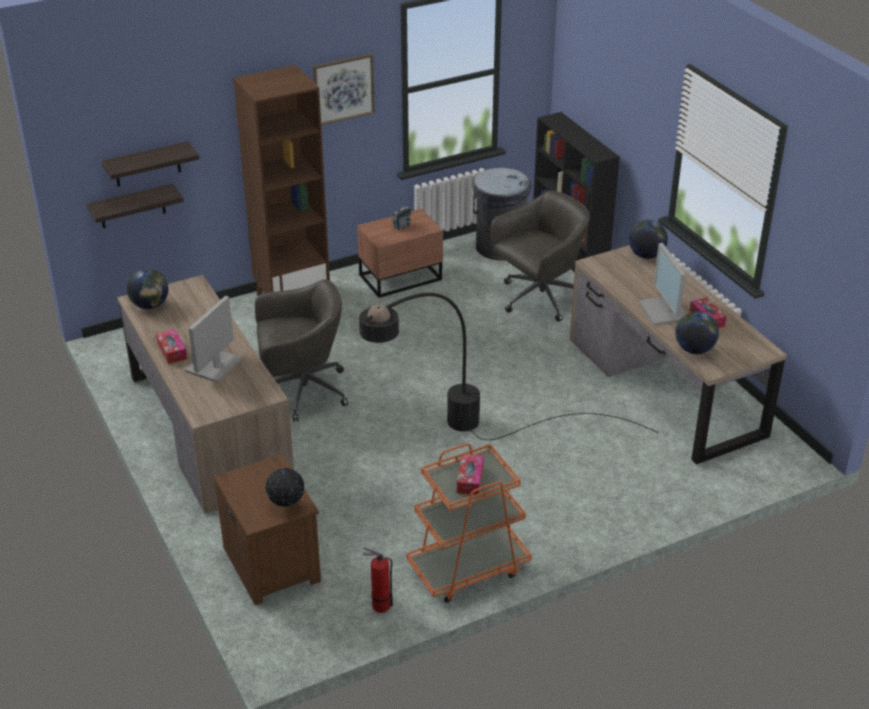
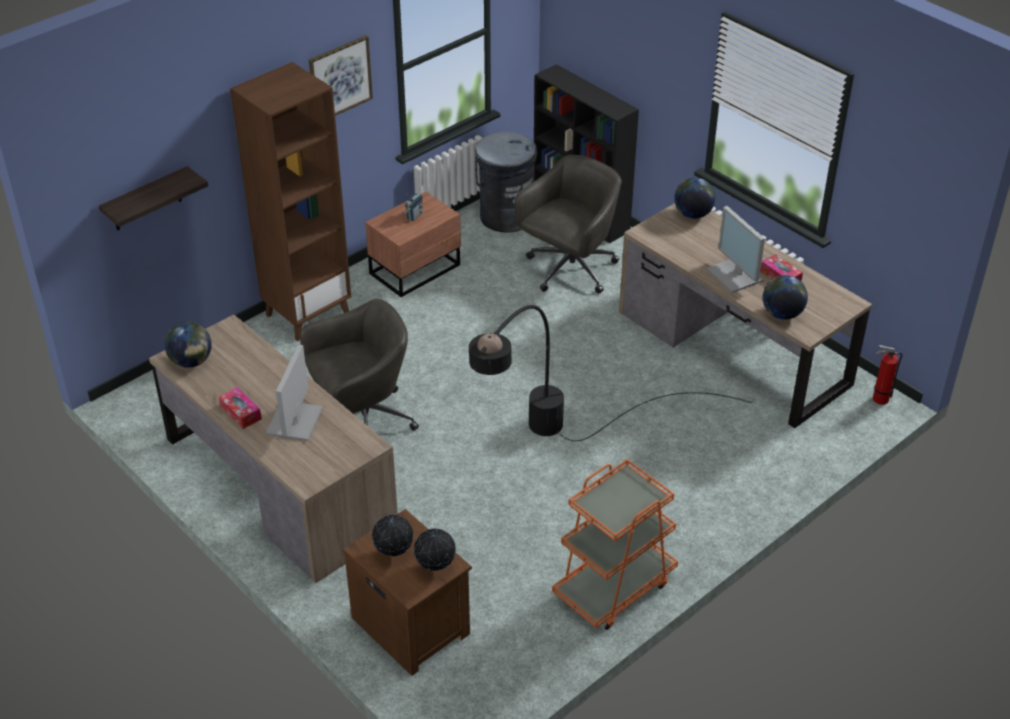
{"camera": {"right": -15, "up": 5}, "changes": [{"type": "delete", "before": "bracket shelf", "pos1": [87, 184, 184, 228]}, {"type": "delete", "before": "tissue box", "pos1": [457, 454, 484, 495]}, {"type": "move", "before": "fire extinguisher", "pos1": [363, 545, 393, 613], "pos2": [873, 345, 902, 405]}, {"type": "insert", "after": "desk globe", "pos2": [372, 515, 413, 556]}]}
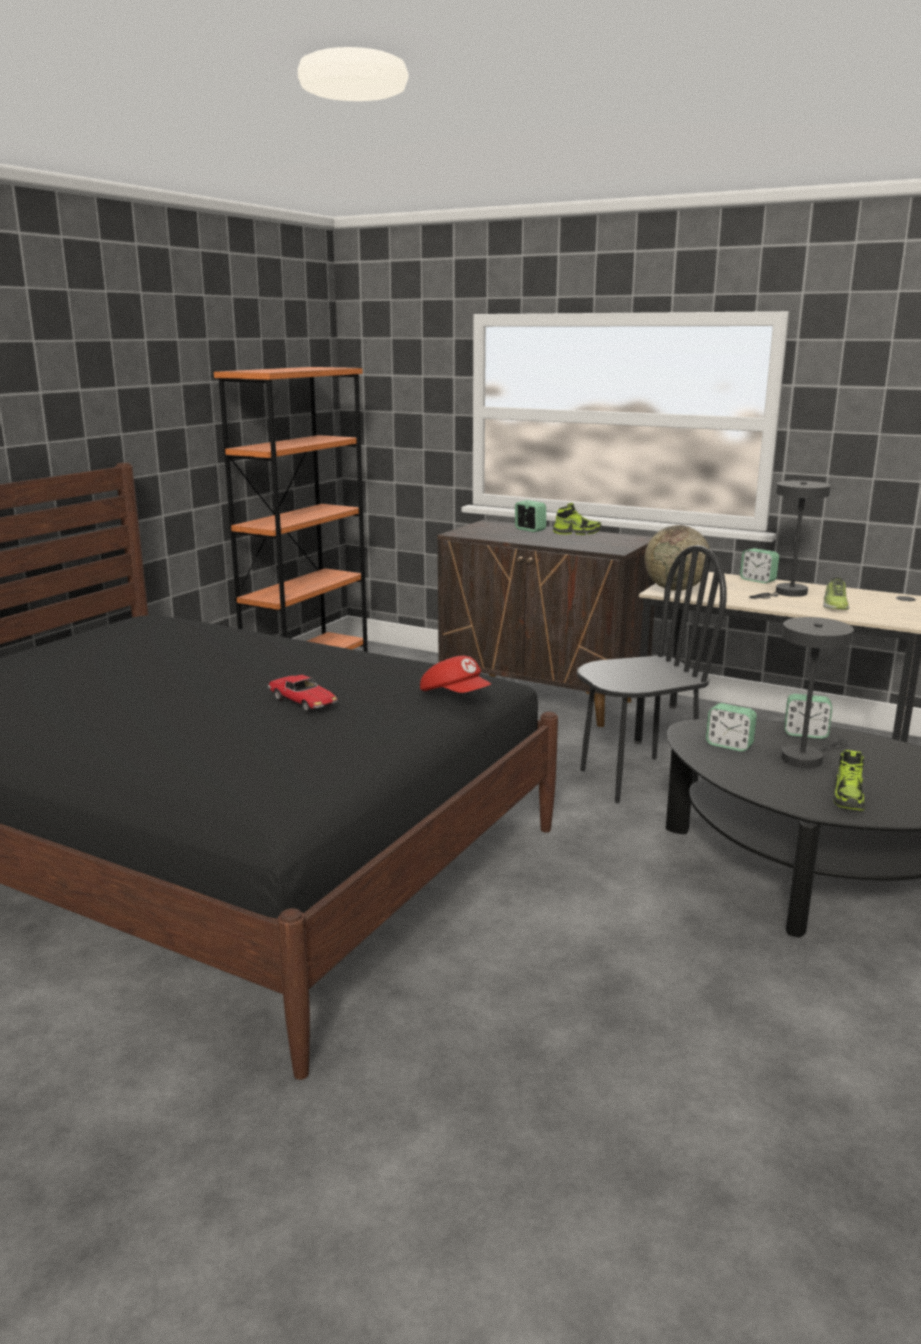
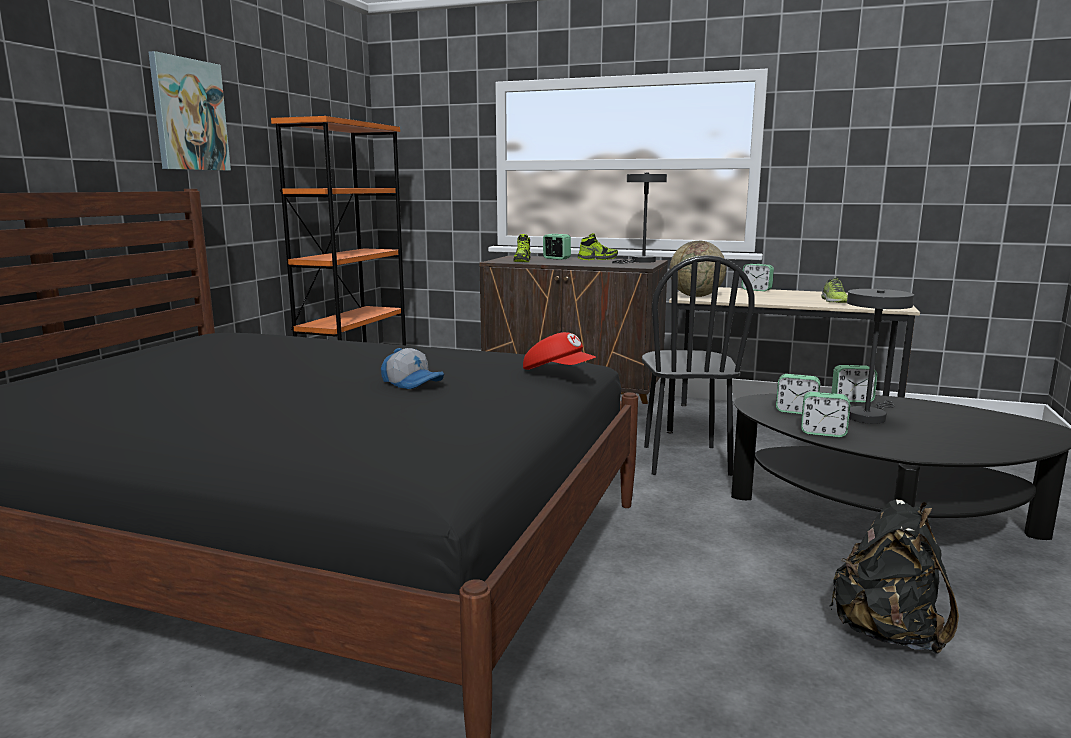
{"camera": {"right": -10, "up": -5}, "changes": [{"type": "move", "before": "tabletop lamp in greyish", "pos1": [749, 481, 831, 599], "pos2": [612, 173, 667, 264]}, {"type": "rotate", "before": "upright chair in black-coloured", "pos1": [577, 545, 727, 803], "pos2": [642, 255, 755, 476], "turn": 120}, {"type": "replace", "before": "model car", "after": "cap", "pos1": [268, 675, 338, 712], "pos2": [381, 348, 444, 389]}, {"type": "move", "before": "item of footwear", "pos1": [833, 750, 865, 811], "pos2": [513, 234, 530, 262]}, {"type": "insert", "after": "wall picture", "pos2": [149, 51, 231, 171]}, {"type": "insert", "after": "table clock", "pos2": [801, 392, 850, 437]}, {"type": "insert", "after": "rucksack in black-coloured", "pos2": [830, 499, 959, 654]}]}
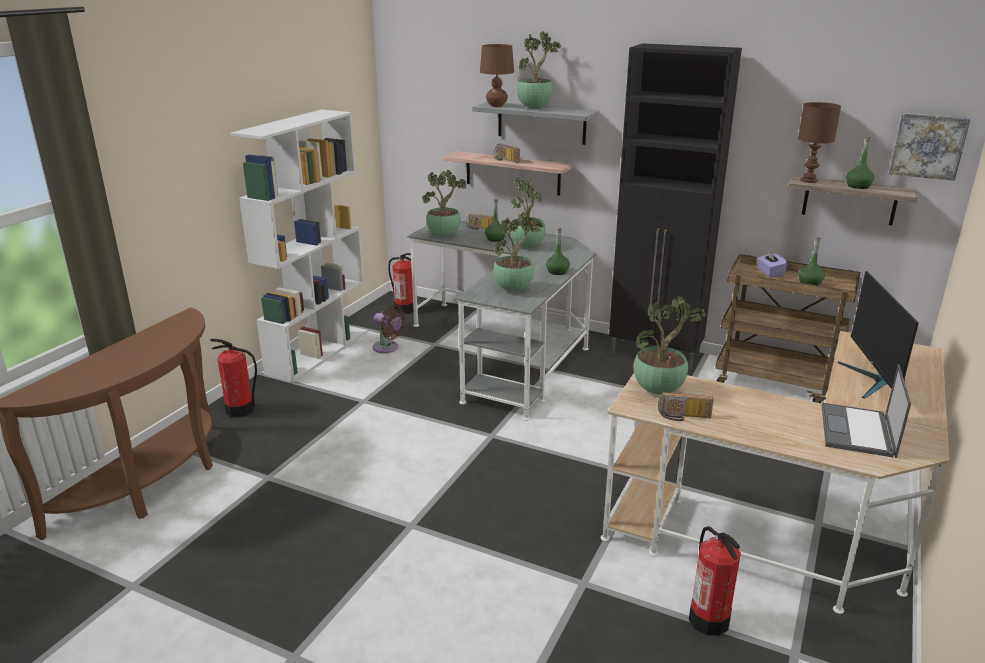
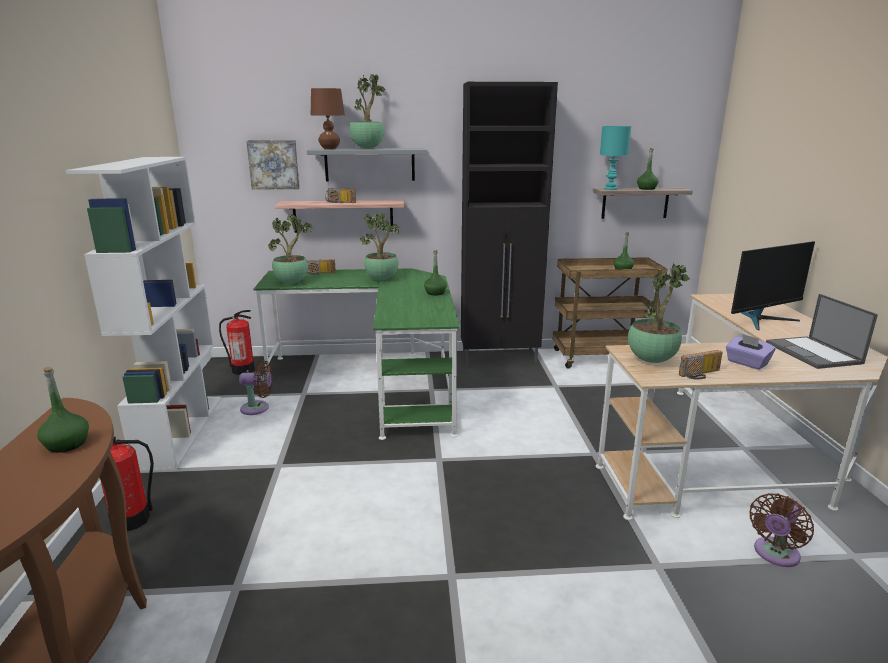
{"camera": {"right": -30, "up": -5}, "changes": [{"type": "recolor", "before": "tabletop lamp in brown-coloured", "after": "tabletop lamp in turquoise", "pos1": [798, 102, 841, 183], "pos2": [600, 126, 631, 190]}, {"type": "move", "before": "wall picture", "pos1": [889, 113, 970, 181], "pos2": [246, 140, 300, 190]}, {"type": "move", "before": "drink bottle in greenish", "pos1": [485, 199, 506, 242], "pos2": [37, 367, 89, 453]}, {"type": "delete", "before": "houseplant", "pos1": [493, 212, 543, 291]}, {"type": "recolor", "before": "desk unit in greyish", "after": "desk unit in greenish", "pos1": [407, 221, 596, 421], "pos2": [254, 268, 460, 440]}, {"type": "move", "before": "tissue box in purple", "pos1": [756, 250, 788, 277], "pos2": [726, 334, 776, 370]}, {"type": "rotate", "before": "computer screen", "pos1": [837, 271, 919, 398], "pos2": [731, 241, 815, 330], "turn": -90}, {"type": "replace", "before": "fire extinguisher", "after": "electric fan in brown-coloured", "pos1": [689, 526, 741, 636], "pos2": [750, 493, 814, 567]}]}
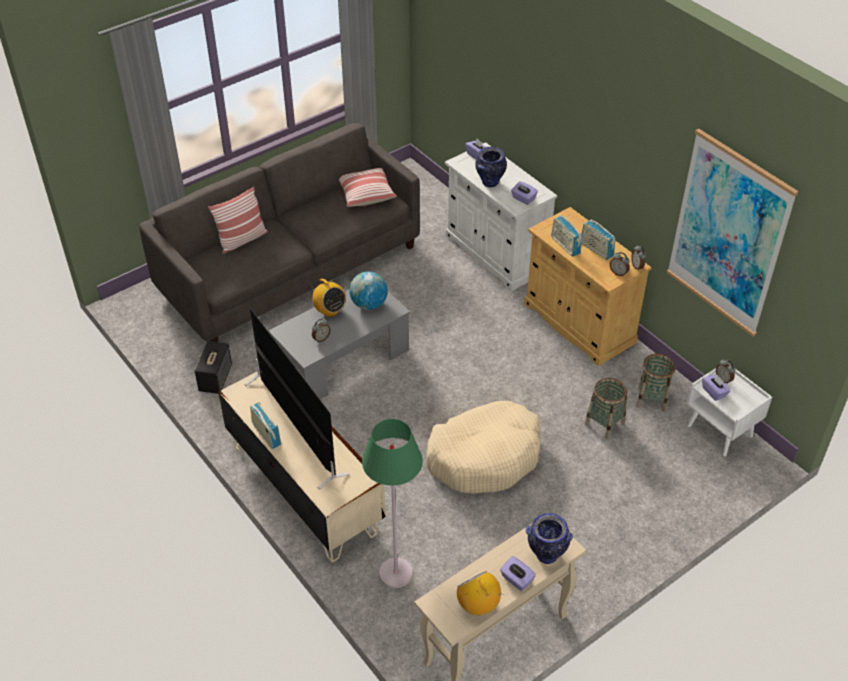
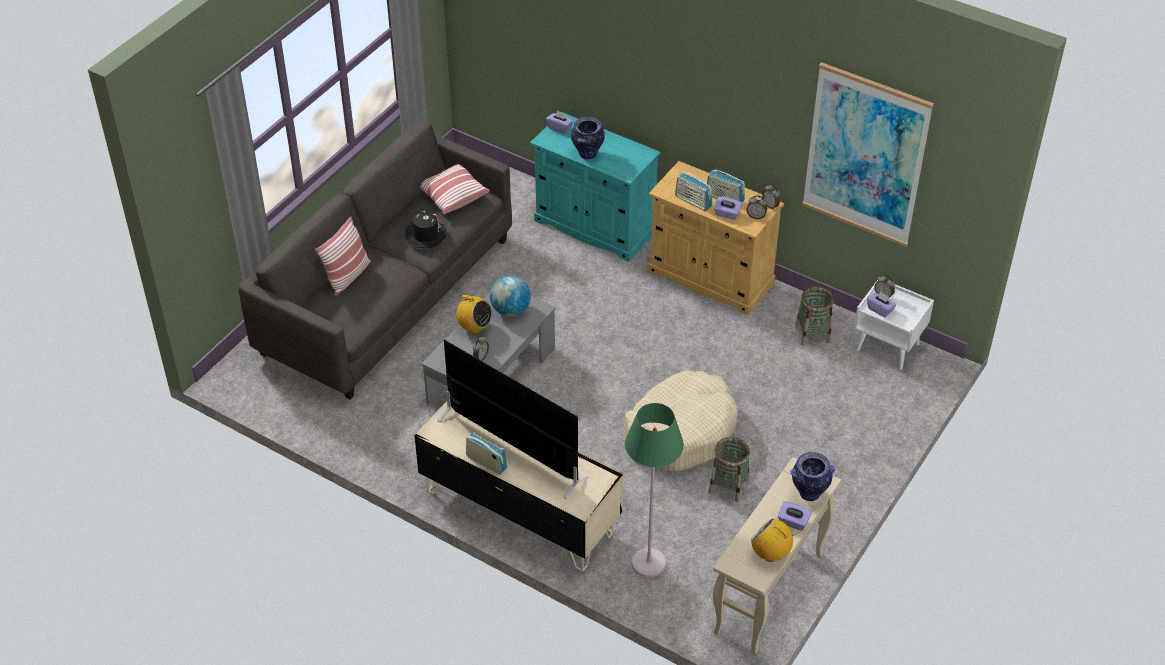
{"camera": {"right": -20, "up": 0}, "changes": [{"type": "recolor", "before": "cupboard in white", "after": "cupboard in turquoise", "pos1": [445, 142, 557, 291], "pos2": [530, 112, 661, 262]}, {"type": "move", "before": "tissue box in purple", "pos1": [511, 181, 538, 205], "pos2": [714, 196, 742, 220]}, {"type": "delete", "before": "audio speaker", "pos1": [194, 341, 232, 394]}, {"type": "move", "before": "storage basket", "pos1": [585, 378, 627, 439], "pos2": [709, 437, 750, 502]}, {"type": "insert", "after": "wearable hat in black-coloured", "pos2": [405, 211, 448, 248]}]}
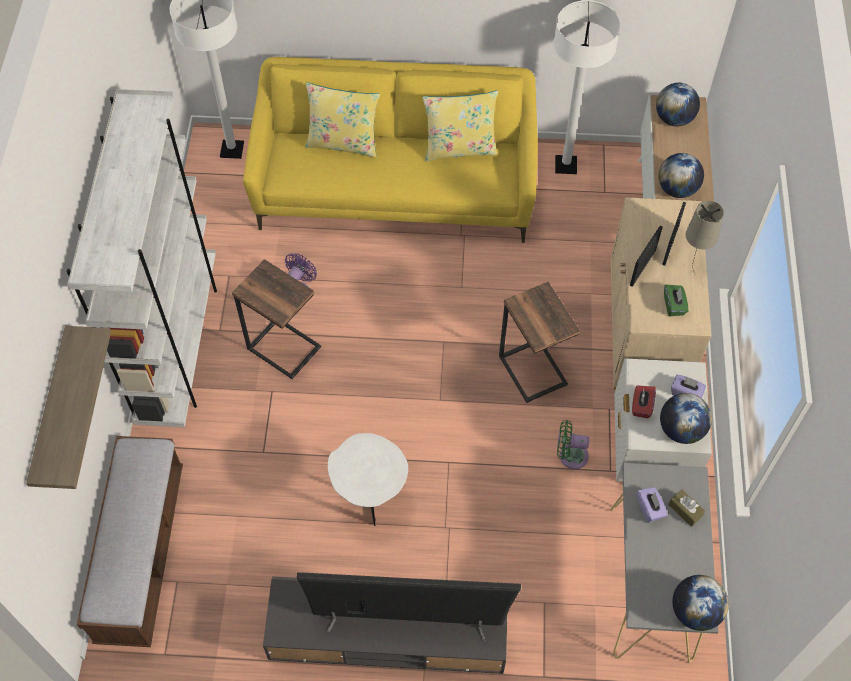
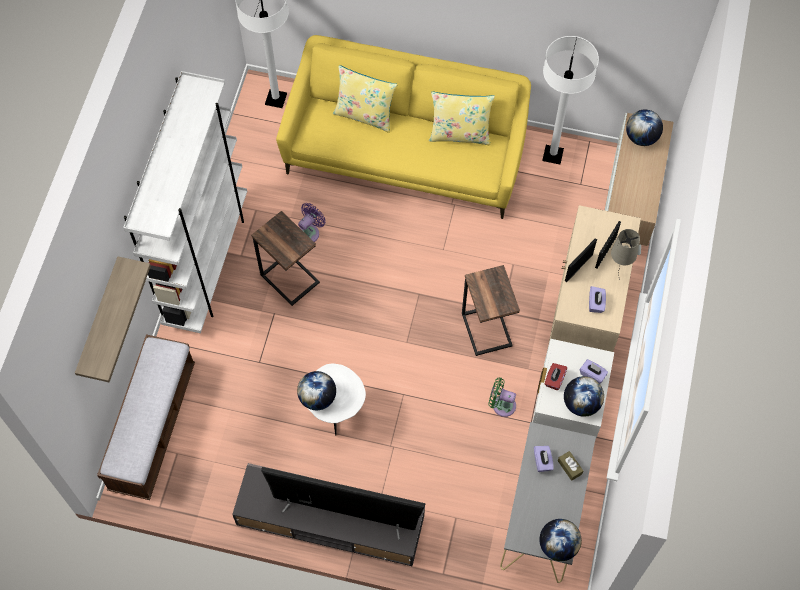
{"camera": {"right": 10, "up": 5}, "changes": [{"type": "move", "before": "desk globe", "pos1": [658, 153, 704, 198], "pos2": [297, 371, 336, 410]}, {"type": "recolor", "before": "tissue box in greenish", "after": "tissue box in purple", "pos1": [664, 285, 688, 316], "pos2": [589, 286, 606, 313]}]}
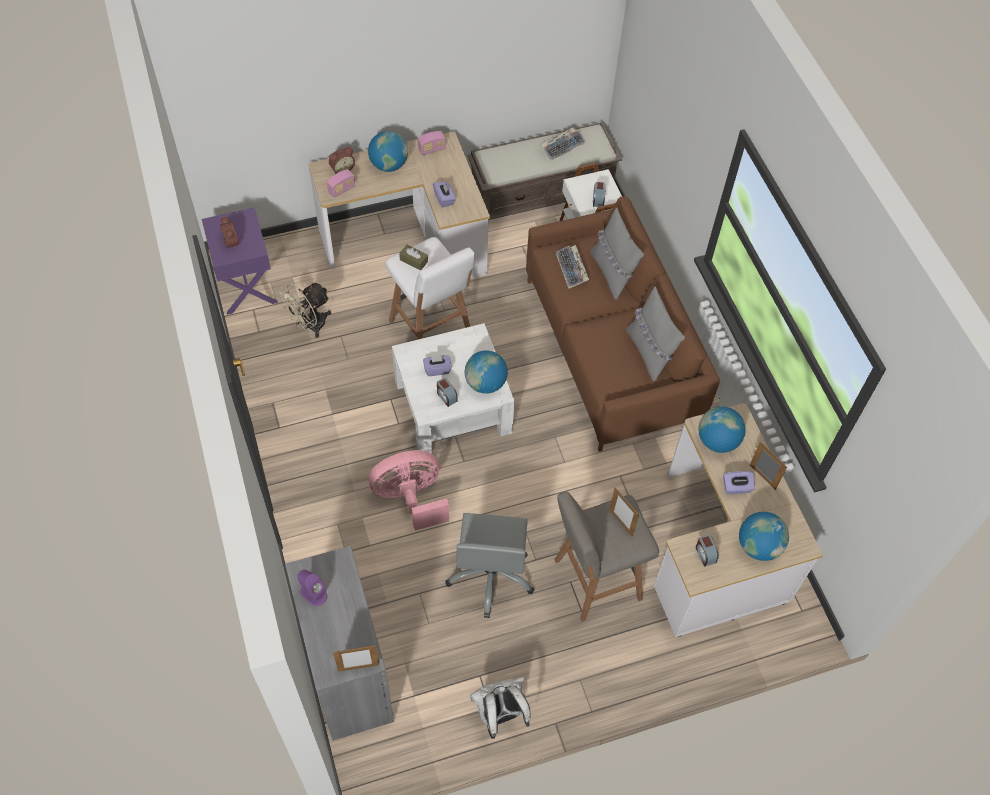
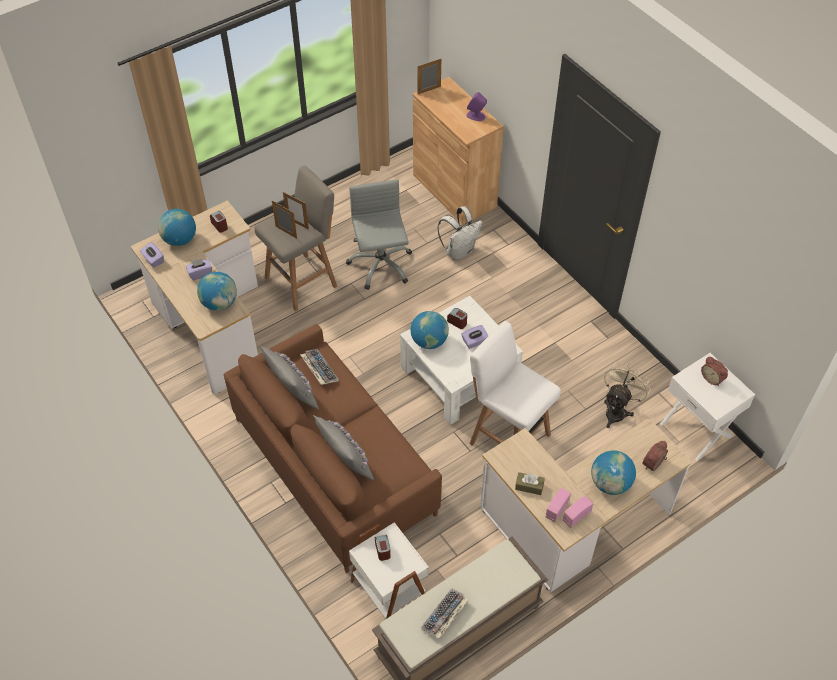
{"camera": {"right": 165, "up": -5}, "changes": [{"type": "move", "before": "radio", "pos1": [327, 169, 355, 198], "pos2": [545, 488, 571, 522]}, {"type": "move", "before": "tissue box in purple", "pos1": [433, 181, 456, 208], "pos2": [140, 242, 164, 268]}, {"type": "recolor", "before": "nightstand in purple", "after": "nightstand in white", "pos1": [202, 208, 278, 315], "pos2": [660, 353, 755, 461]}, {"type": "move", "before": "tissue box in brown-coloured", "pos1": [399, 245, 428, 270], "pos2": [515, 472, 545, 495]}, {"type": "move", "before": "keyboard", "pos1": [556, 245, 589, 289], "pos2": [300, 349, 339, 385]}, {"type": "move", "before": "photo frame", "pos1": [750, 441, 787, 490], "pos2": [283, 192, 309, 230]}, {"type": "delete", "before": "electric fan in pinkish", "pos1": [369, 450, 449, 531]}, {"type": "recolor", "before": "cupboard in greyish", "after": "cupboard in brown-coloured", "pos1": [285, 546, 394, 741], "pos2": [413, 77, 504, 225]}, {"type": "move", "before": "rucksack in white", "pos1": [470, 677, 531, 739], "pos2": [438, 206, 483, 260]}]}
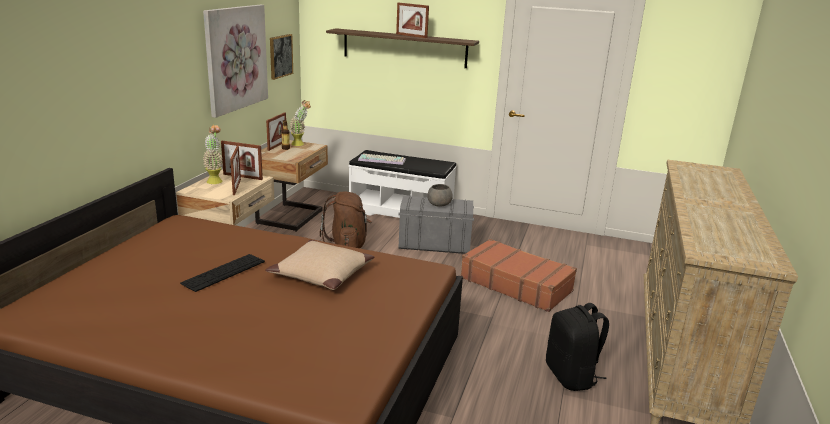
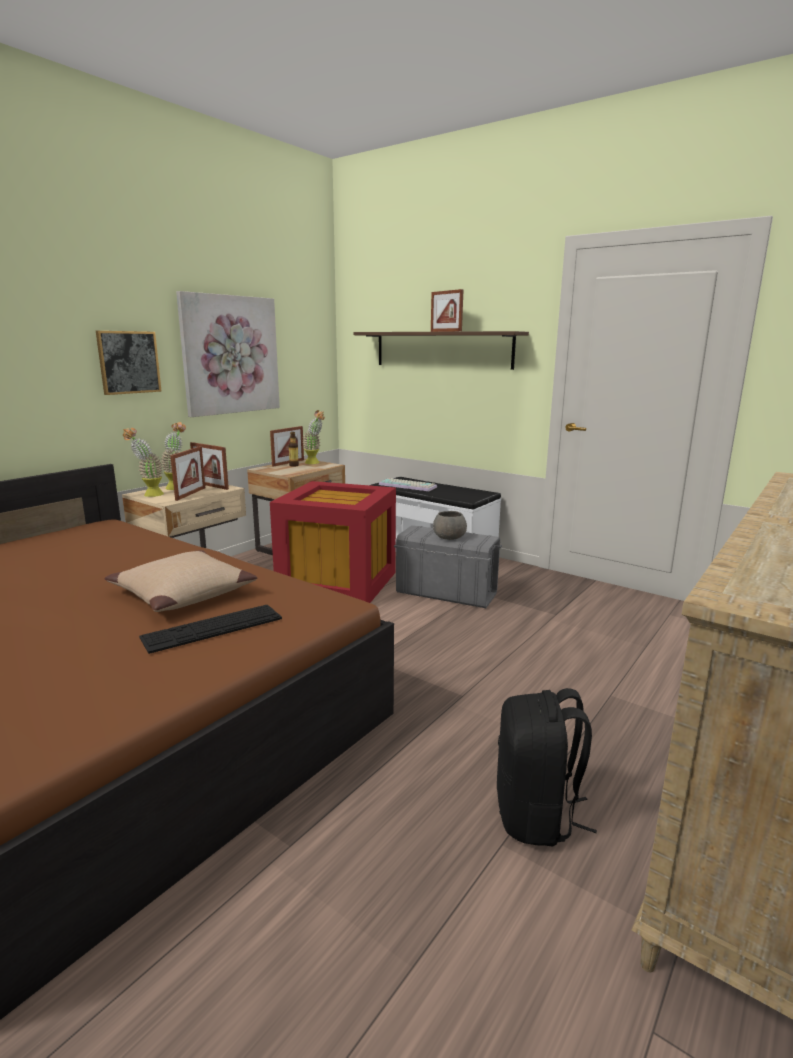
{"camera": {"right": 20, "up": -5}, "changes": [{"type": "move", "before": "wall picture", "pos1": [270, 34, 293, 80], "pos2": [96, 331, 162, 395]}, {"type": "replace", "before": "rucksack in brown-coloured", "after": "storage container in red-coloured", "pos1": [320, 191, 372, 248], "pos2": [270, 481, 396, 603]}, {"type": "delete", "before": "piece of luggage in brown-coloured", "pos1": [461, 239, 577, 312]}, {"type": "move", "before": "keyboard", "pos1": [180, 254, 265, 292], "pos2": [139, 605, 282, 654]}, {"type": "insert", "after": "houseplant", "pos2": [123, 428, 164, 497]}]}
